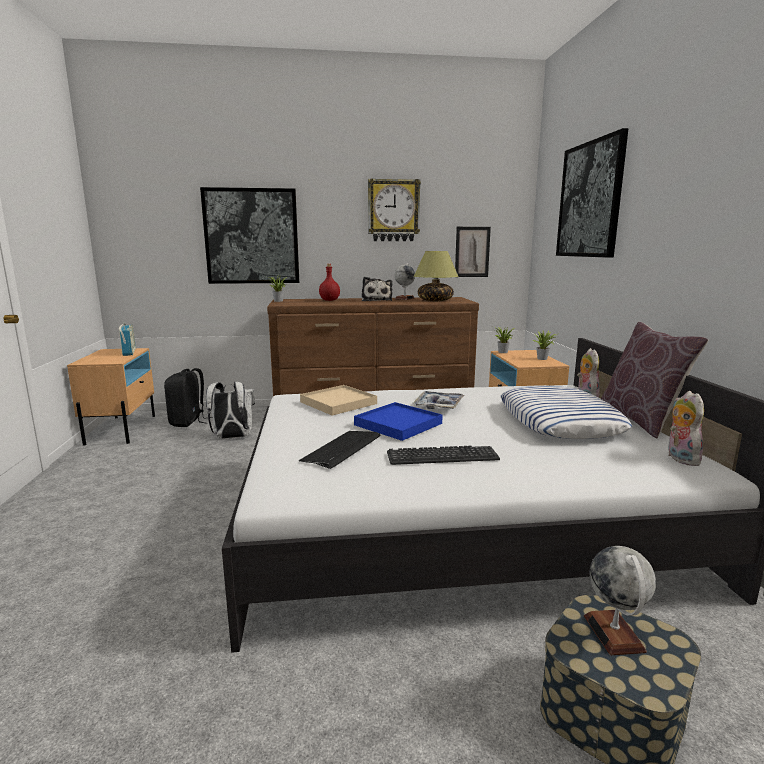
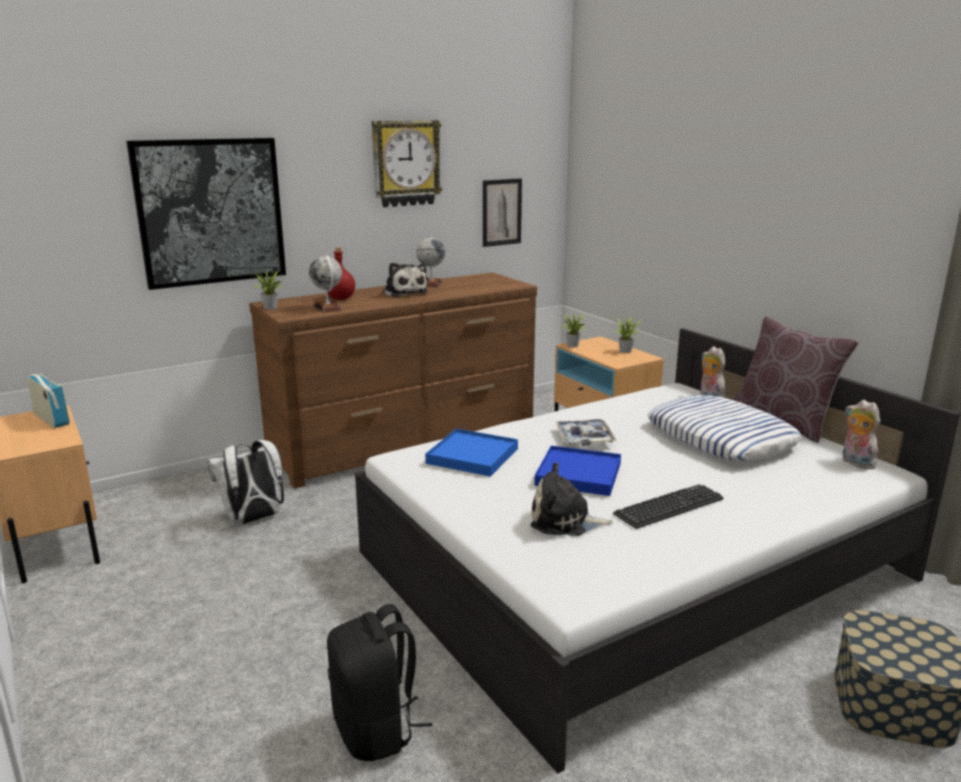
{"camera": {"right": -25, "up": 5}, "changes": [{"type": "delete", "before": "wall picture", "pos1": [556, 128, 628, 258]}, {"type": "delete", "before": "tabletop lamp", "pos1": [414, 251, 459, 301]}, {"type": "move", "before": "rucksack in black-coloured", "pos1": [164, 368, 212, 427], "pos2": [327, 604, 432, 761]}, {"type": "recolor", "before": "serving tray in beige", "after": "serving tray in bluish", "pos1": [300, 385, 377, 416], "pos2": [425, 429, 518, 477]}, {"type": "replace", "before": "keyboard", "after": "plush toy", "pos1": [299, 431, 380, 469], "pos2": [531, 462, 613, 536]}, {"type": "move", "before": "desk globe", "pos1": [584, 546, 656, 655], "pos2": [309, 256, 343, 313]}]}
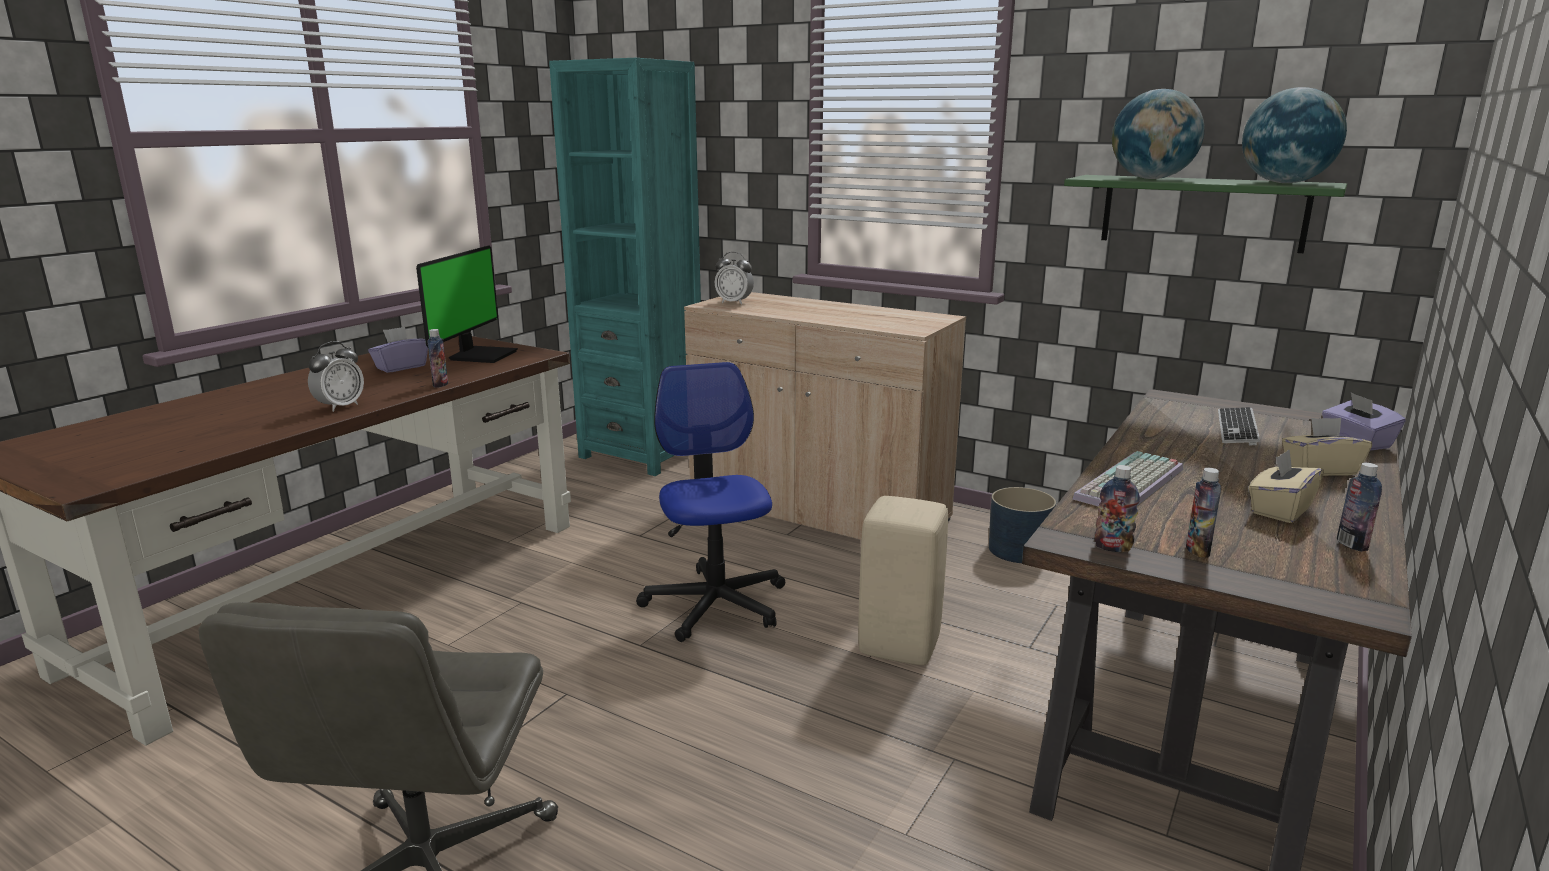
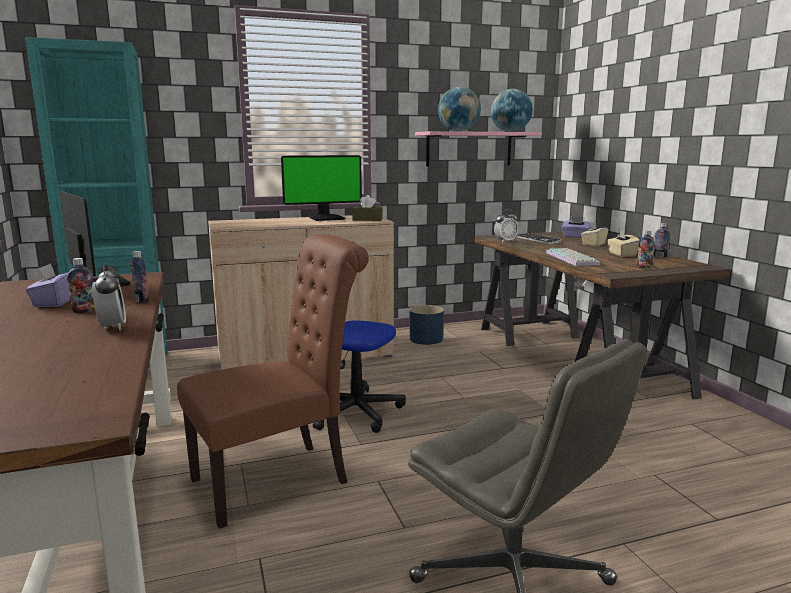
{"camera": {"right": -50, "up": -5}, "changes": [{"type": "recolor", "before": "bracket shelf in greenish", "after": "bracket shelf in pinkish", "pos1": [1064, 175, 1347, 253], "pos2": [415, 131, 542, 166]}, {"type": "move", "before": "table clock", "pos1": [715, 252, 754, 305], "pos2": [494, 209, 519, 243]}, {"type": "move", "before": "drink bottle", "pos1": [1094, 465, 1140, 552], "pos2": [67, 258, 95, 313]}, {"type": "delete", "before": "stool seat in beige", "pos1": [858, 496, 948, 665]}, {"type": "insert", "after": "computer screen", "pos2": [281, 155, 362, 221]}, {"type": "insert", "after": "tissue box in brown-coloured", "pos2": [352, 195, 383, 221]}, {"type": "insert", "after": "upright chair in brown-coloured", "pos2": [177, 234, 369, 529]}]}
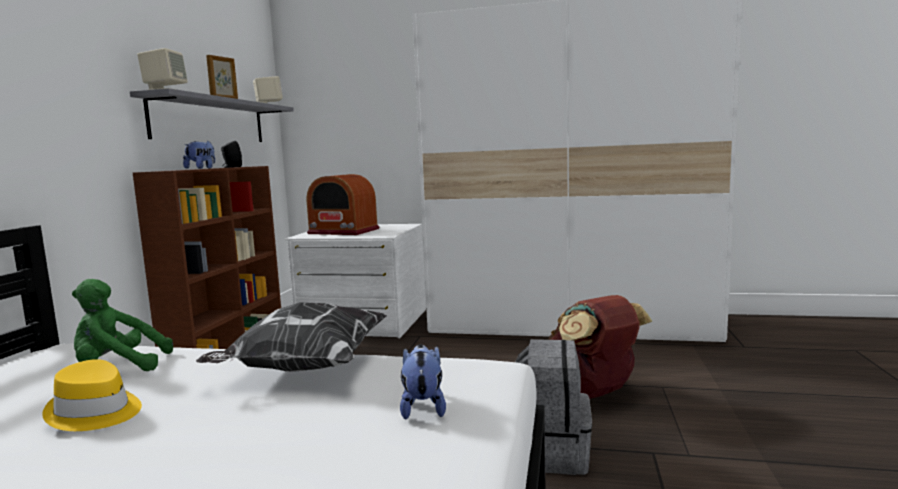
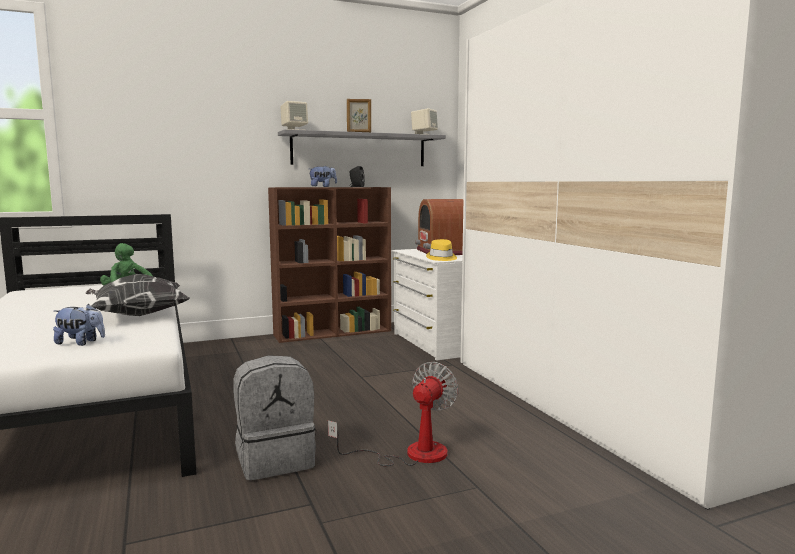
{"camera": {"right": 55, "up": 0}, "changes": [{"type": "replace", "before": "rucksack in brown-coloured", "after": "electric fan", "pos1": [548, 295, 652, 399], "pos2": [328, 362, 459, 466]}, {"type": "rotate", "before": "plush toy", "pos1": [400, 344, 446, 420], "pos2": [53, 304, 105, 346], "turn": 45}, {"type": "move", "before": "wearable hat in yellowish", "pos1": [42, 359, 142, 431], "pos2": [426, 239, 457, 261]}]}
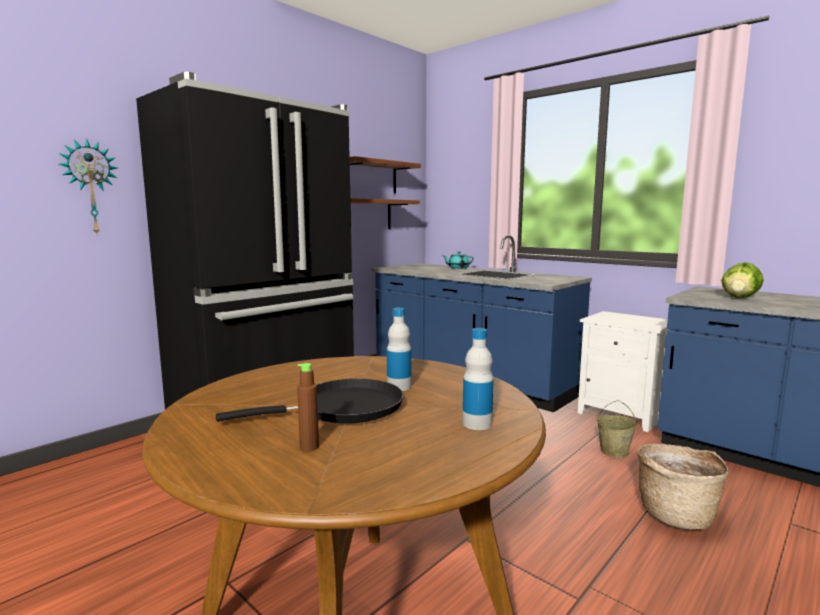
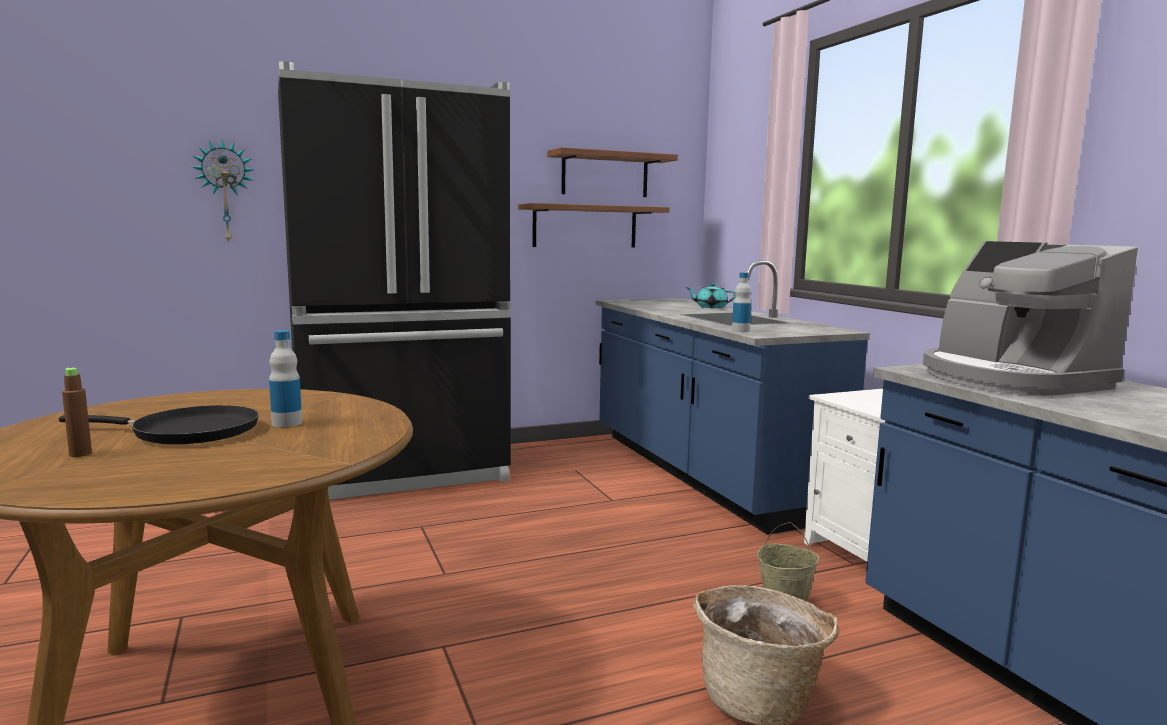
{"camera": {"right": 25, "up": 0}, "changes": [{"type": "replace", "before": "lettuce head", "after": "coffee maker", "pos1": [721, 262, 764, 298], "pos2": [923, 241, 1138, 396]}, {"type": "move", "before": "drink bottle", "pos1": [462, 328, 493, 430], "pos2": [732, 272, 752, 332]}]}
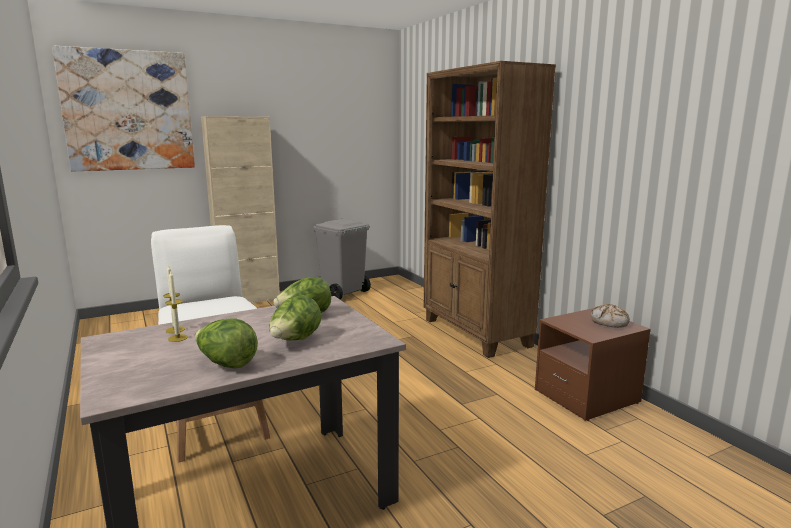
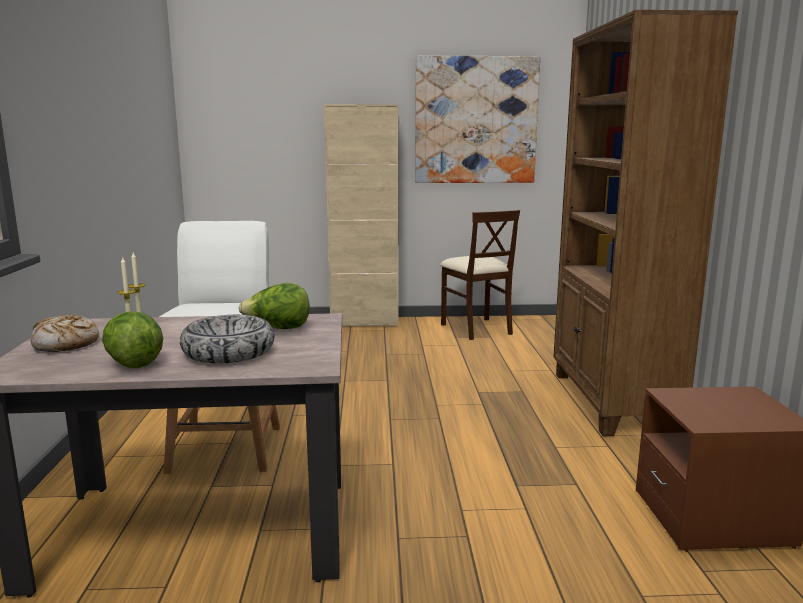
{"camera": {"right": 25, "up": 0}, "changes": [{"type": "move", "before": "wall picture", "pos1": [52, 45, 195, 171], "pos2": [415, 56, 540, 183]}, {"type": "replace", "before": "trash can in greyish", "after": "upright chair in beige", "pos1": [313, 219, 371, 299], "pos2": [440, 210, 520, 340]}, {"type": "replace", "before": "lettuce head", "after": "deep dish", "pos1": [269, 295, 321, 340], "pos2": [180, 315, 274, 364]}, {"type": "move", "before": "bakery bread", "pos1": [591, 304, 630, 328], "pos2": [31, 314, 99, 352]}]}
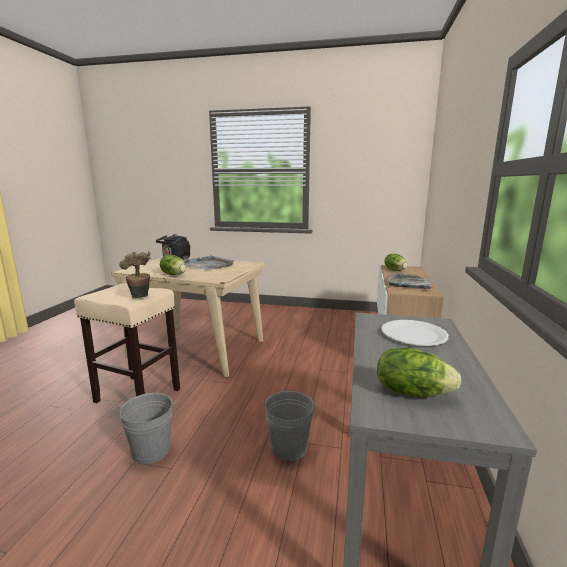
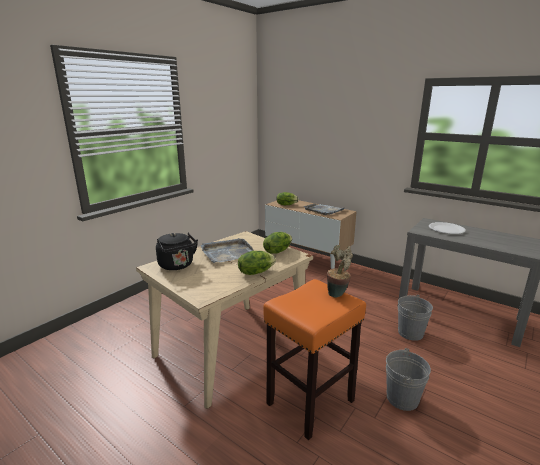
{"camera": {"right": -65, "up": 5}, "changes": [{"type": "recolor", "before": "stool seat in beige", "after": "stool seat in orangey", "pos1": [74, 283, 180, 403], "pos2": [263, 279, 366, 440]}, {"type": "move", "before": "lettuce head", "pos1": [377, 348, 461, 397], "pos2": [263, 232, 292, 254]}]}
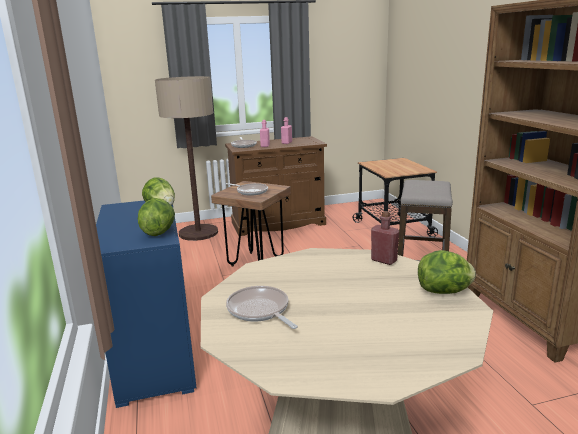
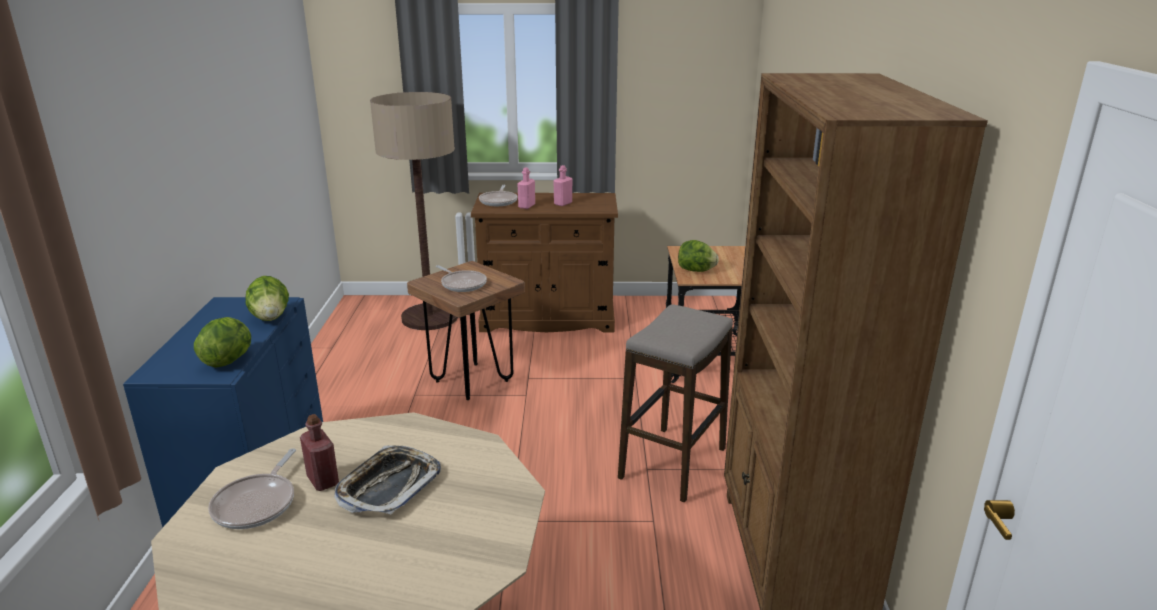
{"camera": {"right": 15, "up": 5}, "changes": [{"type": "move", "before": "drink bottle in red-coloured", "pos1": [371, 211, 399, 265], "pos2": [300, 414, 339, 491]}, {"type": "move", "before": "lettuce head", "pos1": [418, 250, 476, 294], "pos2": [678, 240, 719, 272]}, {"type": "rotate", "before": "frying pan", "pos1": [226, 286, 298, 329], "pos2": [208, 448, 296, 529], "turn": -150}, {"type": "insert", "after": "serving tray", "pos2": [334, 446, 441, 515]}]}
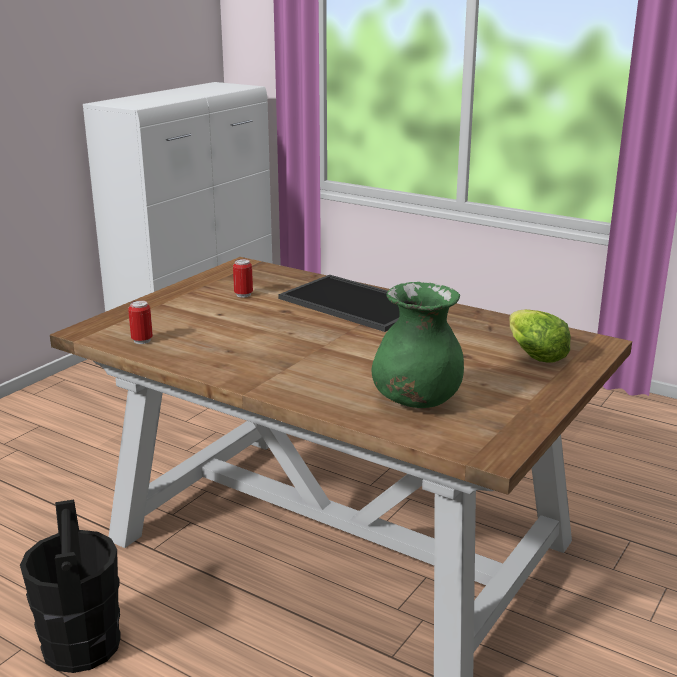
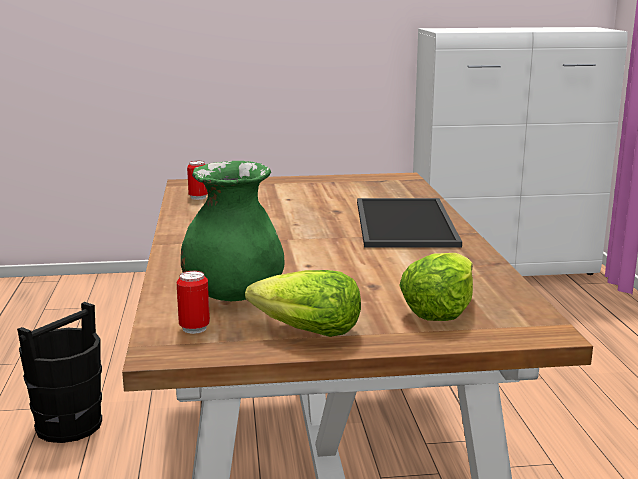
{"camera": {"right": 50, "up": -5}, "changes": [{"type": "move", "before": "can", "pos1": [233, 259, 253, 298], "pos2": [177, 271, 210, 334]}, {"type": "insert", "after": "lettuce head", "pos2": [245, 270, 361, 337]}]}
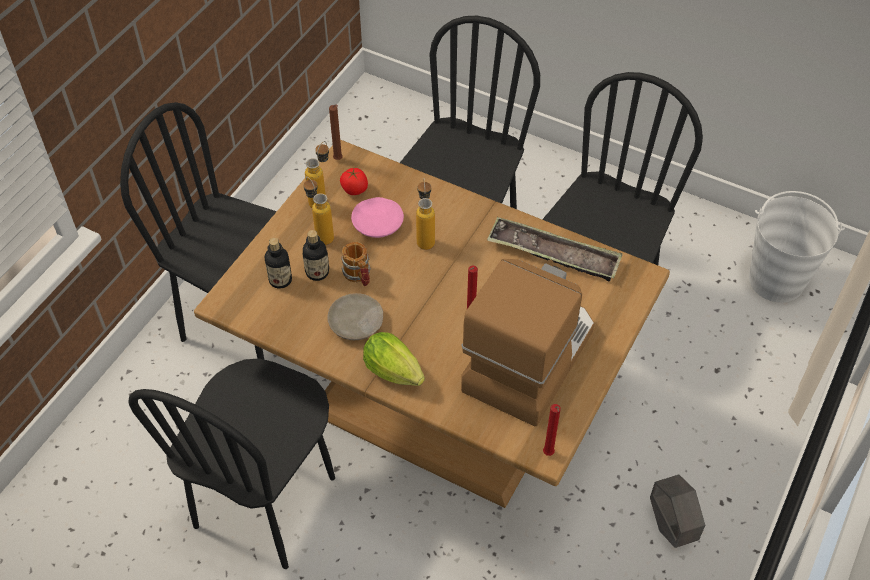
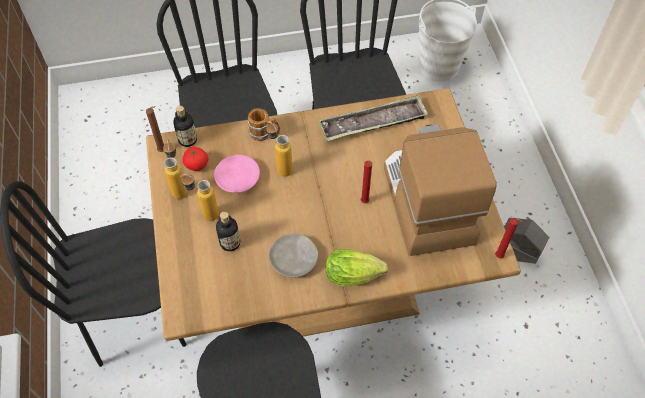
{"camera": {"right": -40, "up": 5}, "changes": [{"type": "move", "before": "drink bottle", "pos1": [265, 238, 292, 289], "pos2": [173, 106, 197, 147]}, {"type": "move", "before": "tea mug", "pos1": [341, 242, 371, 286], "pos2": [248, 108, 280, 141]}]}
